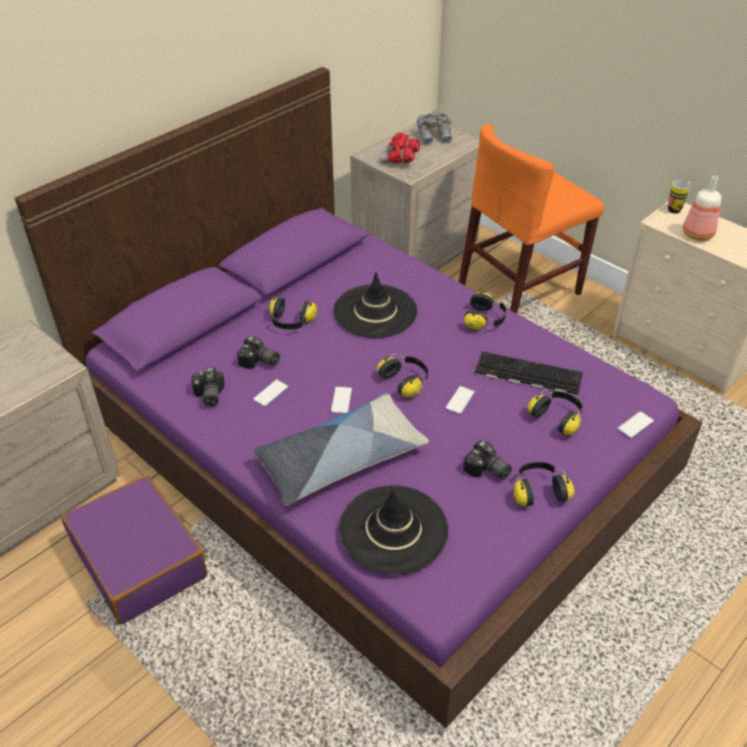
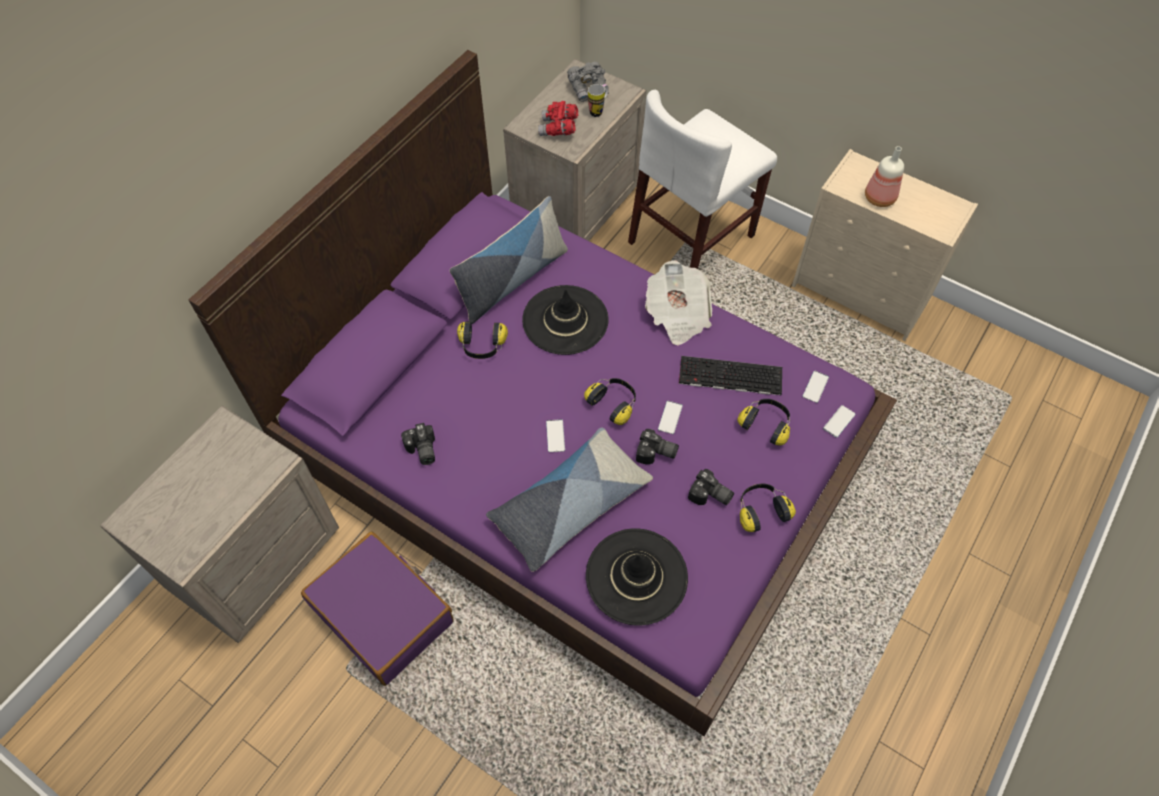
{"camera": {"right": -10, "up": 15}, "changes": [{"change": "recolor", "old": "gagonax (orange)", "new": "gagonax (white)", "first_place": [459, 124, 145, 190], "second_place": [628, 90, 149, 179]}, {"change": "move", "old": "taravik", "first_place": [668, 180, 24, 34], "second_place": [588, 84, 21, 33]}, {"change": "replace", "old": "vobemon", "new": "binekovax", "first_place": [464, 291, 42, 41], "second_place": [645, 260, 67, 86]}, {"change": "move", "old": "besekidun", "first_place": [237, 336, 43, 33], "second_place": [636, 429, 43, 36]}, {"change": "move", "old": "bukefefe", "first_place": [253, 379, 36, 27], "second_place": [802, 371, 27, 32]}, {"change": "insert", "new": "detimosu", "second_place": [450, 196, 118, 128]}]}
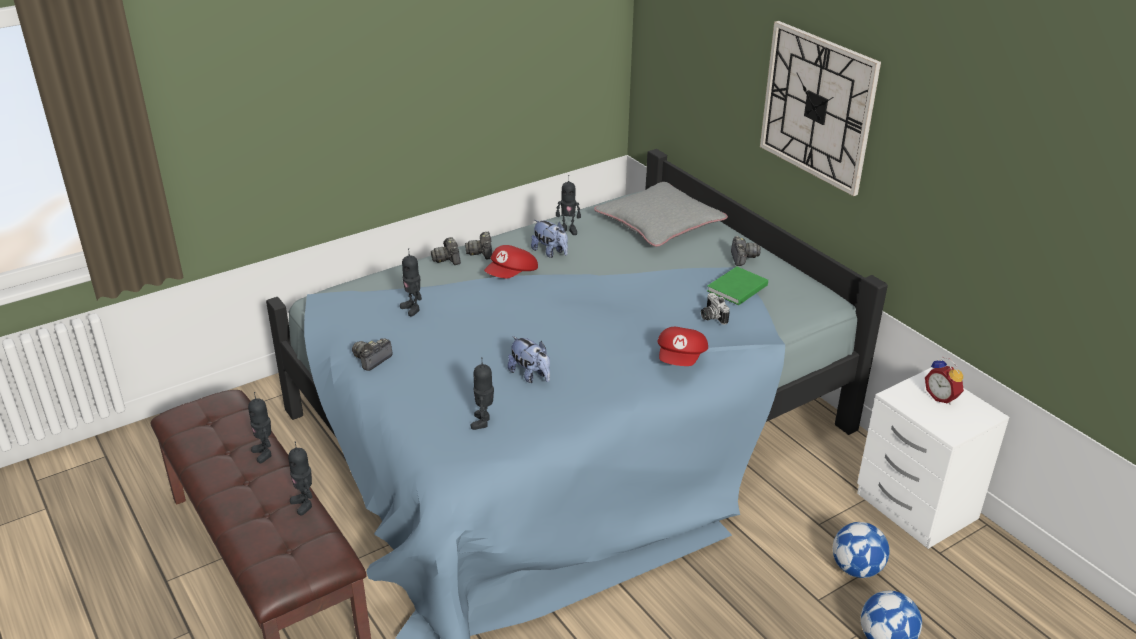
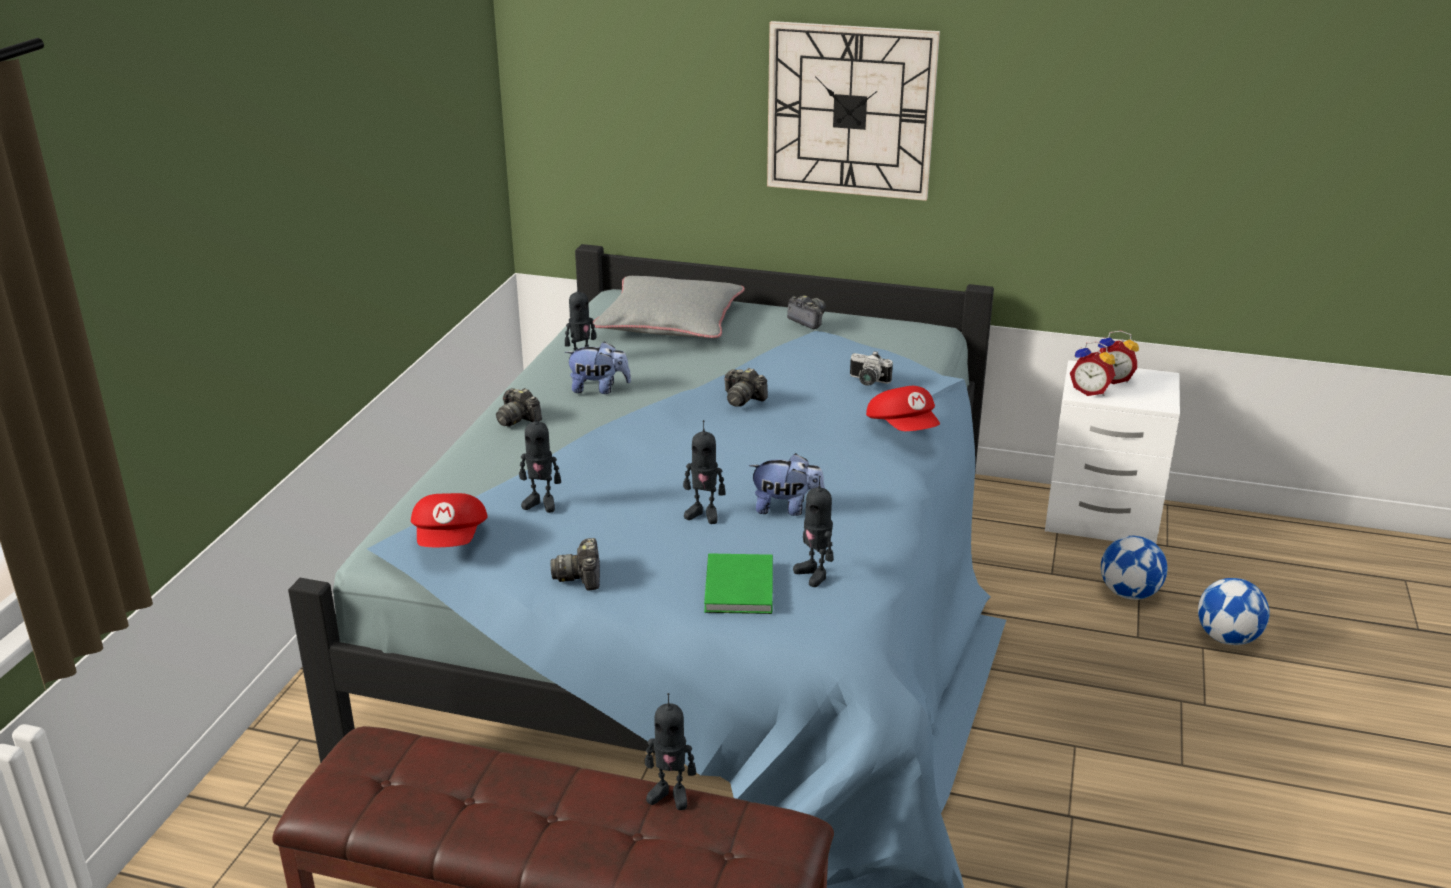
{"camera": {"right": -40, "up": -5}, "changes": [{"change": "move", "old": "besekidun", "first_place": [431, 237, 30, 28], "second_place": [724, 368, 44, 39]}, {"change": "move", "old": "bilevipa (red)", "first_place": [484, 245, 54, 34], "second_place": [411, 493, 77, 54]}, {"change": "move", "old": "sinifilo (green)", "first_place": [707, 266, 61, 39], "second_place": [704, 553, 69, 61]}, {"change": "move", "old": "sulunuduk", "first_place": [248, 392, 24, 71], "second_place": [683, 420, 42, 104]}, {"change": "insert", "new": "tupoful", "second_place": [1070, 342, 45, 54]}]}
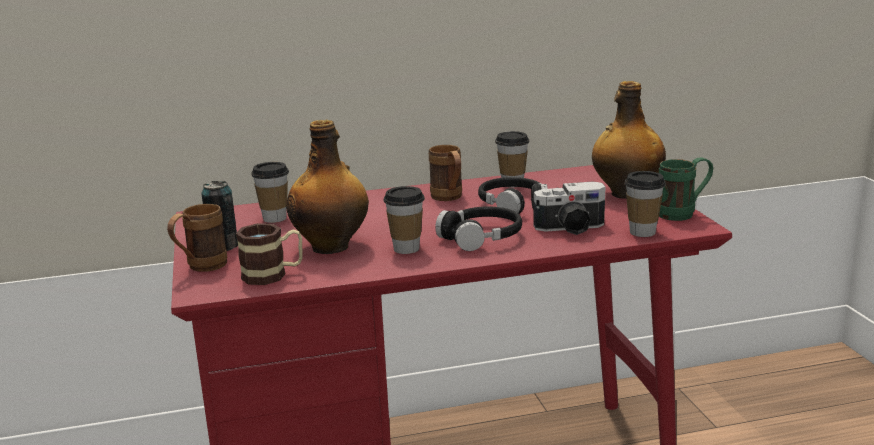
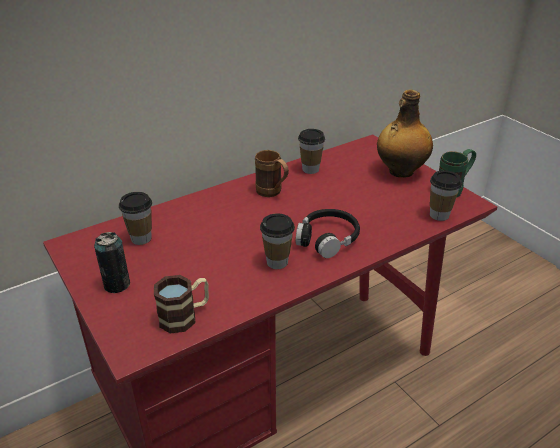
{"camera": {"right": -20, "up": 15}, "changes": [{"change": "delete", "old": "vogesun", "first_place": [286, 120, 83, 134]}, {"change": "delete", "old": "vobemon (black)", "first_place": [478, 177, 70, 37]}, {"change": "delete", "old": "besekidun", "first_place": [533, 182, 72, 53]}, {"change": "delete", "old": "taravik (brown)", "first_place": [167, 204, 60, 68]}]}
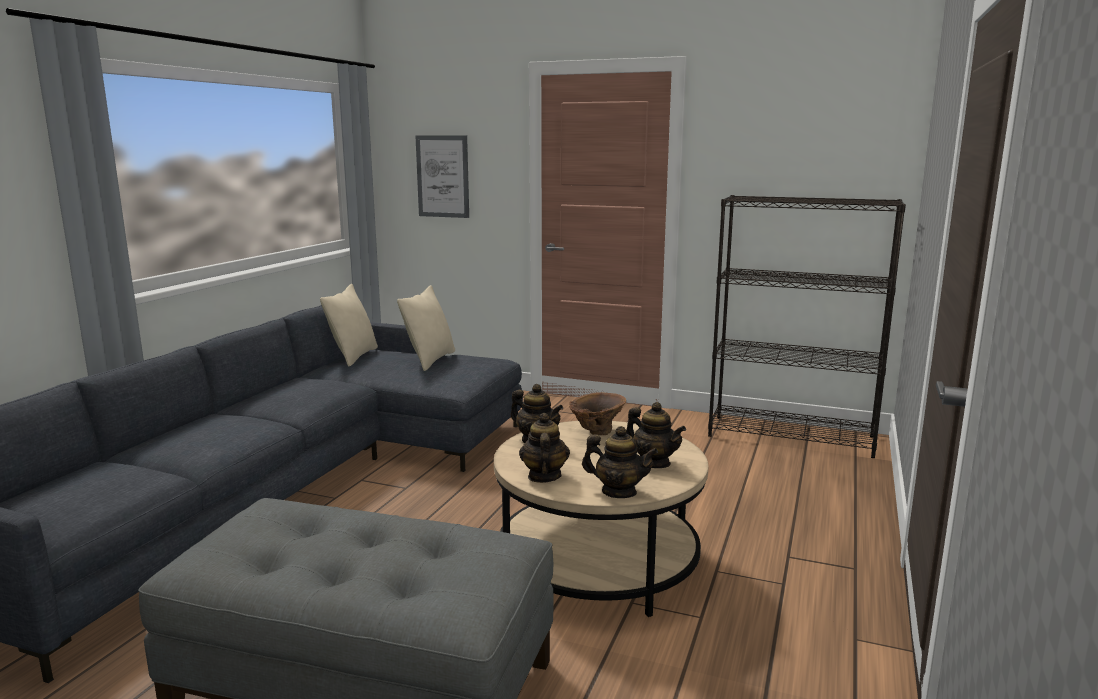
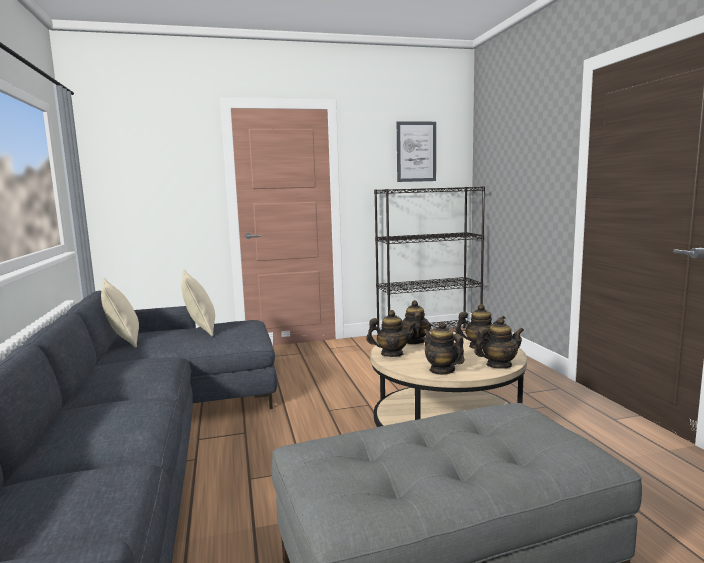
{"camera": {"right": -35, "up": -5}, "changes": [{"change": "move", "old": "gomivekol", "first_place": [415, 135, 54, 83], "second_place": [397, 121, 39, 61]}, {"change": "replace", "old": "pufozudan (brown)", "new": "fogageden", "first_place": [569, 392, 57, 43], "second_place": [402, 300, 29, 44]}]}
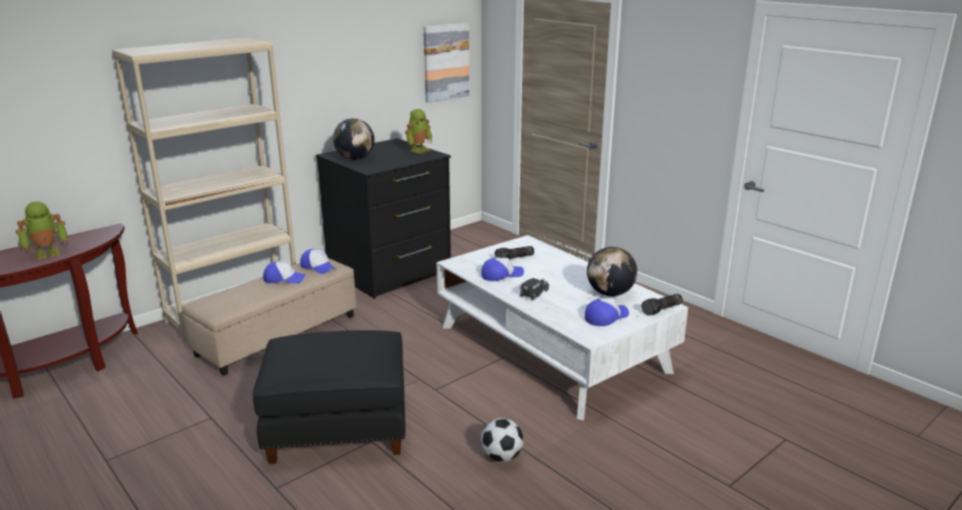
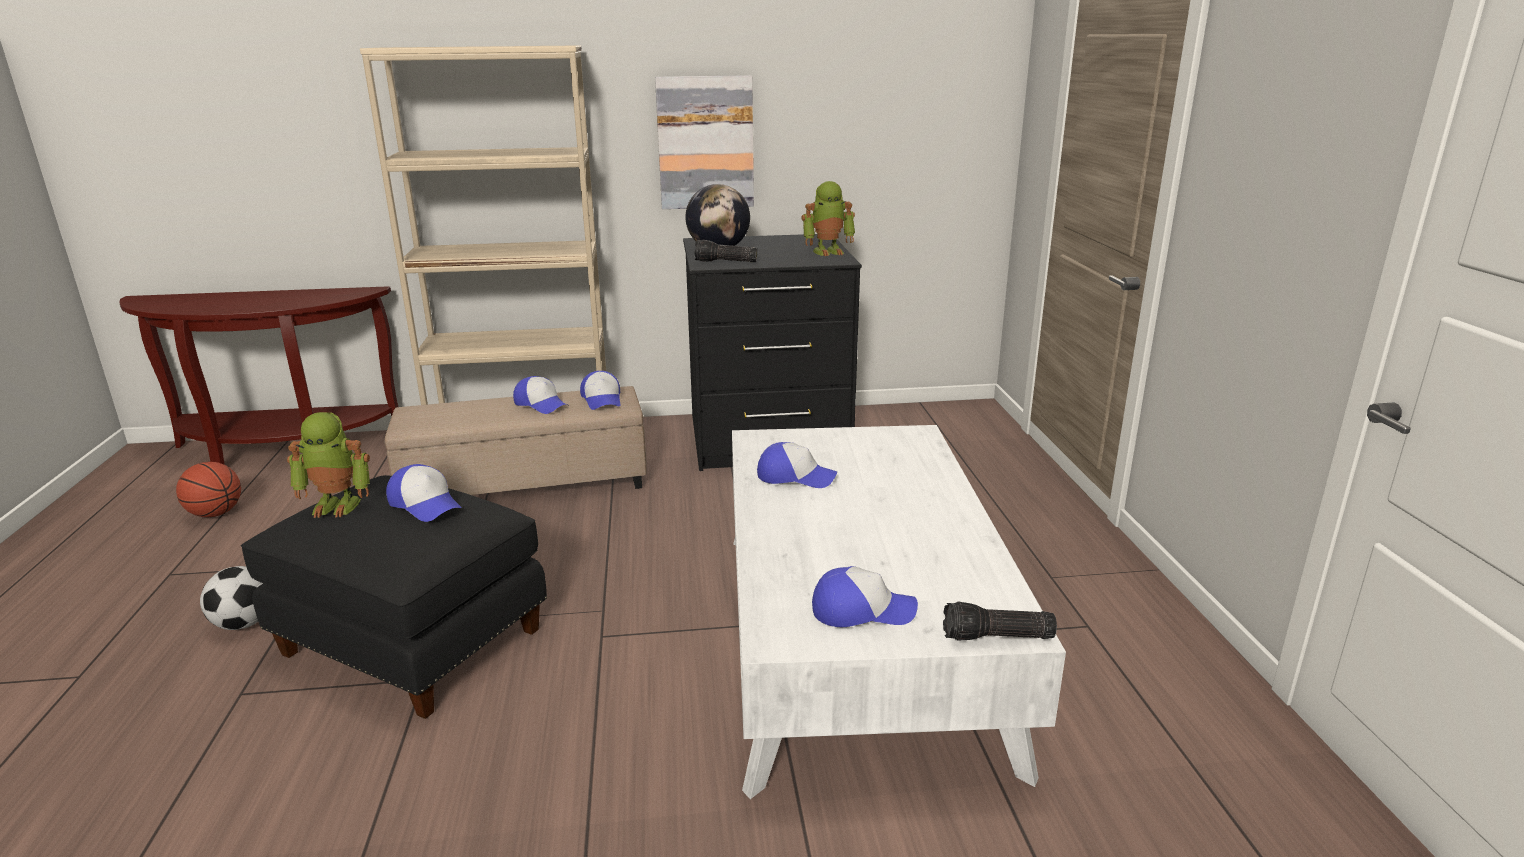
{"camera": {"right": 35, "up": 0}, "changes": [{"change": "move", "old": "gomivekol", "first_place": [423, 23, 47, 80], "second_place": [655, 75, 99, 134]}, {"change": "move", "old": "sulunuduk", "first_place": [16, 201, 52, 59], "second_place": [287, 412, 83, 106]}, {"change": "move", "old": "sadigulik", "first_place": [494, 246, 40, 14], "second_place": [694, 240, 63, 23]}, {"change": "delete", "old": "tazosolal", "first_place": [587, 247, 50, 49]}, {"change": "delete", "old": "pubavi", "first_place": [520, 278, 29, 22]}, {"change": "move", "old": "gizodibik", "first_place": [481, 418, 42, 44], "second_place": [200, 566, 63, 64]}, {"change": "insert", "new": "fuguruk", "second_place": [176, 462, 65, 55]}, {"change": "insert", "new": "bilevipa", "second_place": [386, 464, 76, 58]}]}
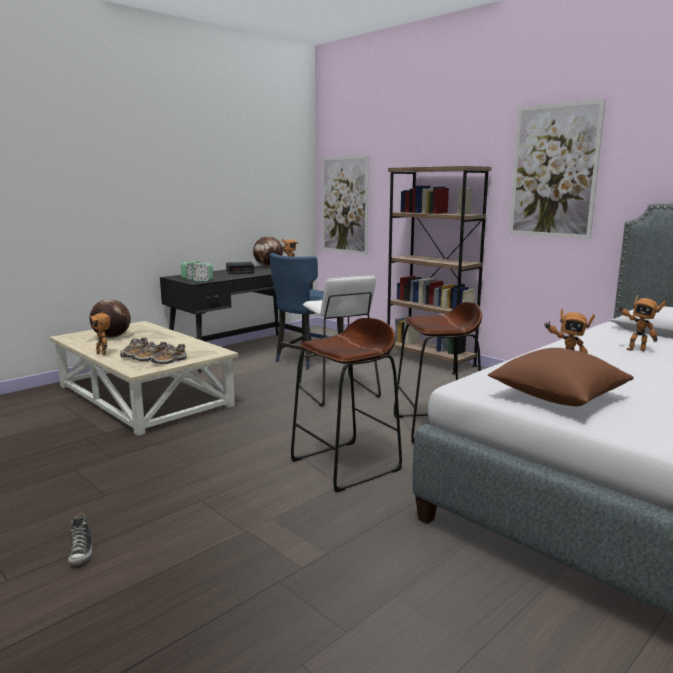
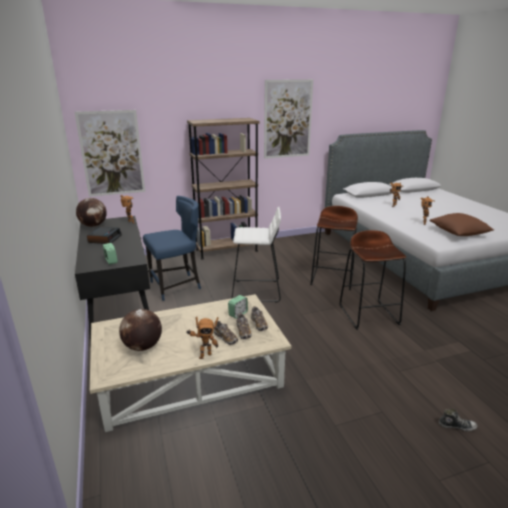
{"camera": {"right": -65, "up": 10}, "changes": [{"change": "rotate", "old": "gagonax (blue)", "first_place": [270, 253, 74, 116], "second_place": [143, 196, 58, 105], "degrees": -90}, {"change": "move", "old": "tupoful", "first_place": [192, 263, 21, 18], "second_place": [228, 295, 20, 24]}]}
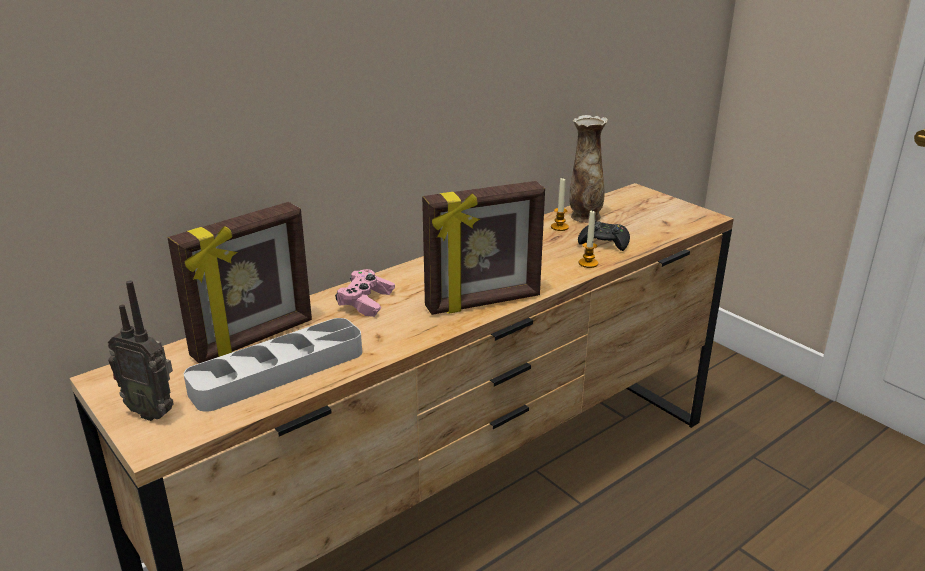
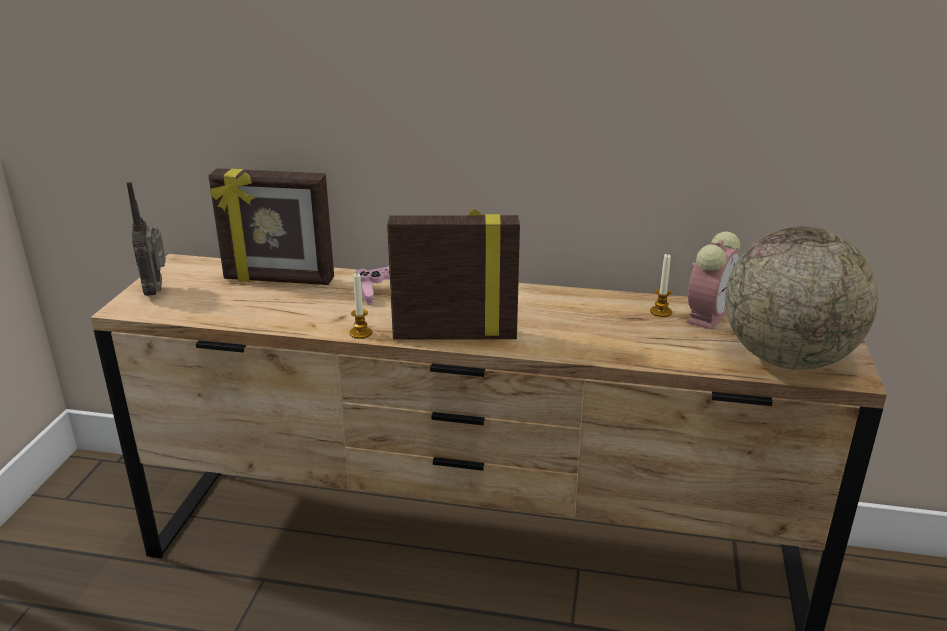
{"camera": {"right": 50, "up": 0}, "changes": [{"change": "replace", "old": "pufozudan", "new": "tupoful", "first_place": [569, 115, 39, 108], "second_place": [686, 231, 54, 99]}, {"change": "rotate", "old": "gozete", "first_place": [422, 181, 123, 134], "second_place": [387, 208, 133, 132], "degrees": 150}, {"change": "move", "old": "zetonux", "first_place": [579, 211, 19, 57], "second_place": [350, 273, 22, 66]}, {"change": "delete", "old": "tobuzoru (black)", "first_place": [578, 220, 52, 31]}, {"change": "delete", "old": "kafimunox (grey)", "first_place": [184, 318, 178, 94]}, {"change": "insert", "new": "tazosolal", "second_place": [725, 227, 153, 143]}]}
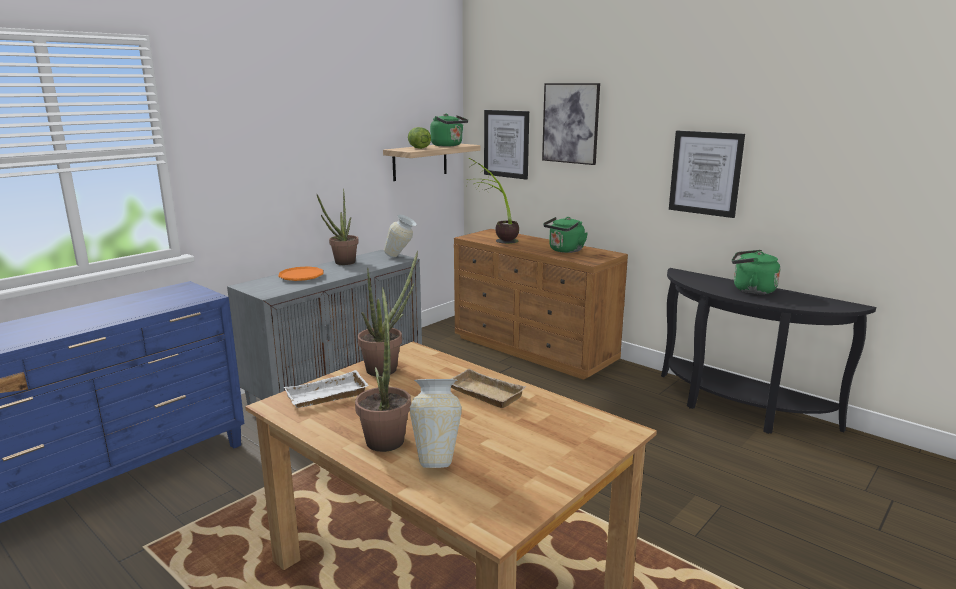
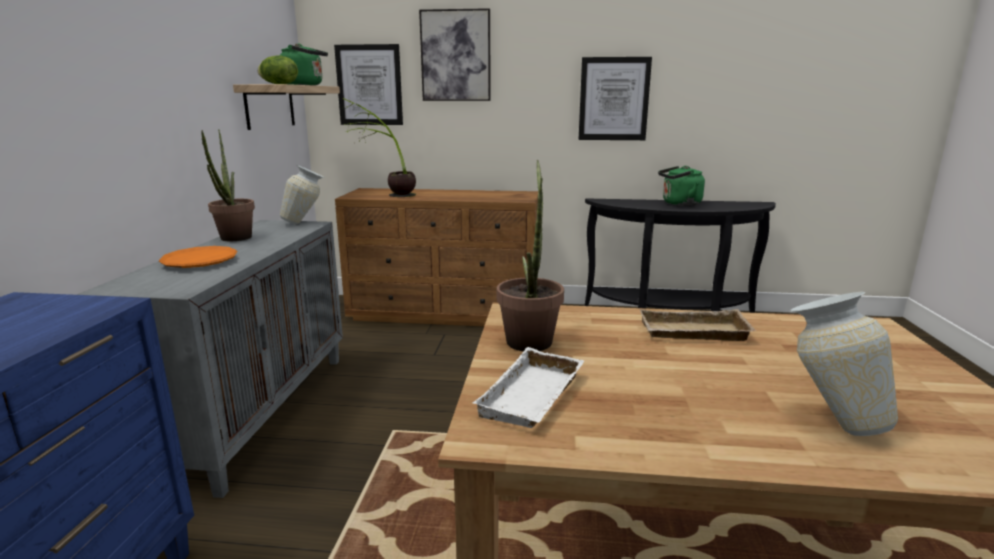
{"camera": {"right": -35, "up": 0}, "changes": [{"change": "delete", "old": "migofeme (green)", "first_place": [543, 217, 45, 36]}, {"change": "delete", "old": "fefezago", "first_place": [355, 287, 56, 165]}]}
